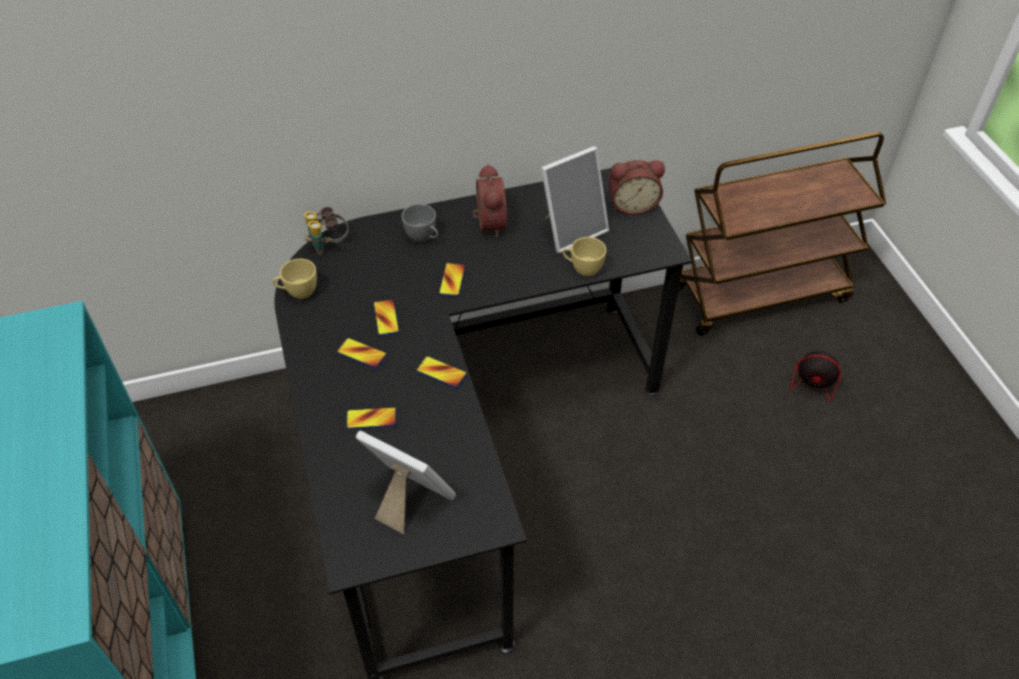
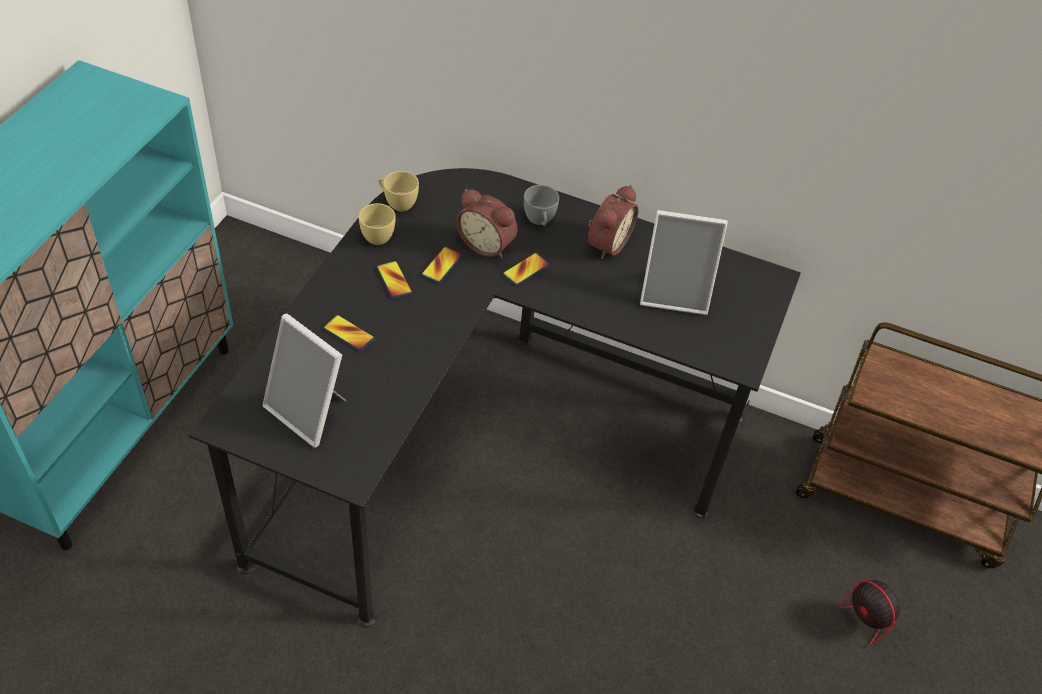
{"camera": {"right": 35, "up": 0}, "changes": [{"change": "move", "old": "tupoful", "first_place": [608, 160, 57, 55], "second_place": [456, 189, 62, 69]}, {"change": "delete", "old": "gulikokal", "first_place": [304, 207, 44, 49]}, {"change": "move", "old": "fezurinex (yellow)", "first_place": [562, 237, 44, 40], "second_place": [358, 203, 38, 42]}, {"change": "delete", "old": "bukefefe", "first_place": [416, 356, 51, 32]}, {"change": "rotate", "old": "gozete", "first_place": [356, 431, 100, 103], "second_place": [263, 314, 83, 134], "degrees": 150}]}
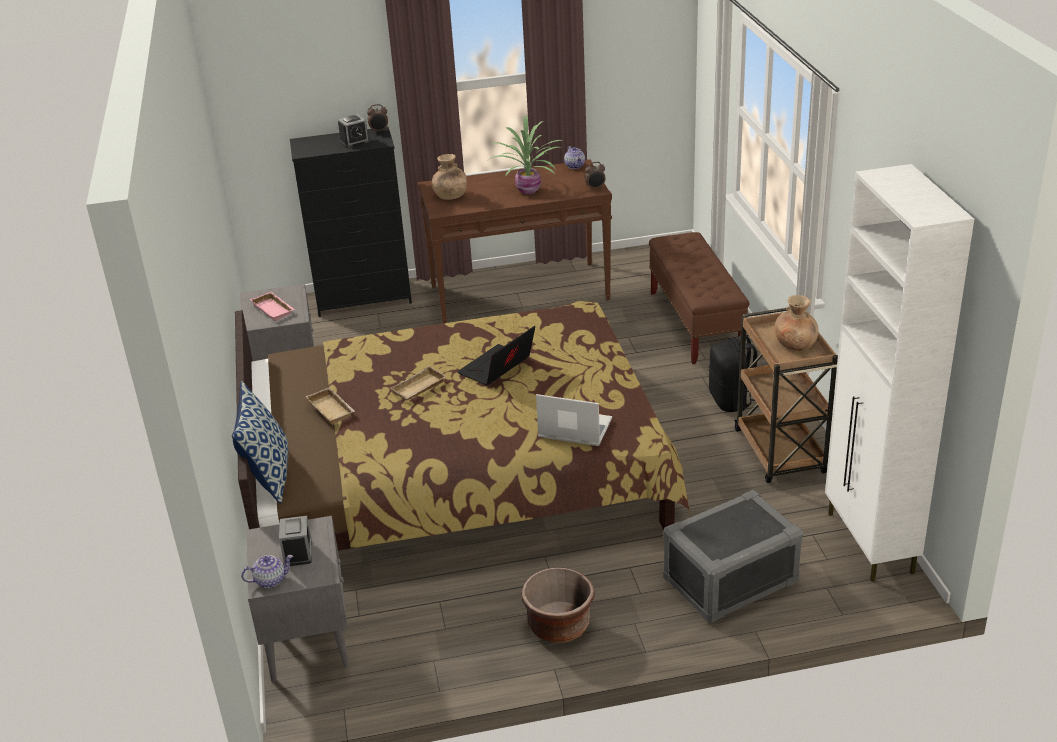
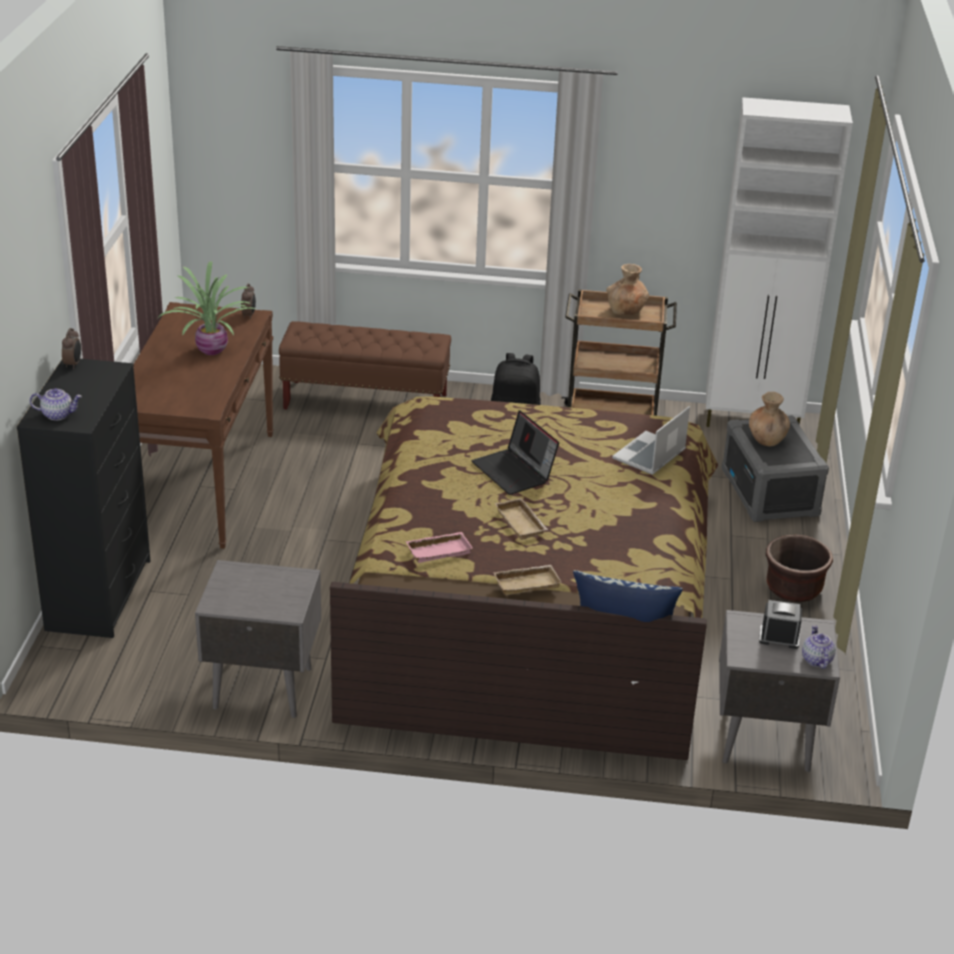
{"camera": {"right": -75, "up": 0}, "changes": [{"change": "delete", "old": "tupoful", "first_place": [338, 115, 32, 33]}, {"change": "move", "old": "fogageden", "first_place": [564, 146, 21, 23], "second_place": [30, 388, 52, 32]}, {"change": "move", "old": "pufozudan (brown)", "first_place": [432, 154, 35, 46], "second_place": [749, 392, 41, 55]}, {"change": "move", "old": "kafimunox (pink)", "first_place": [250, 292, 45, 29], "second_place": [406, 532, 67, 31]}]}
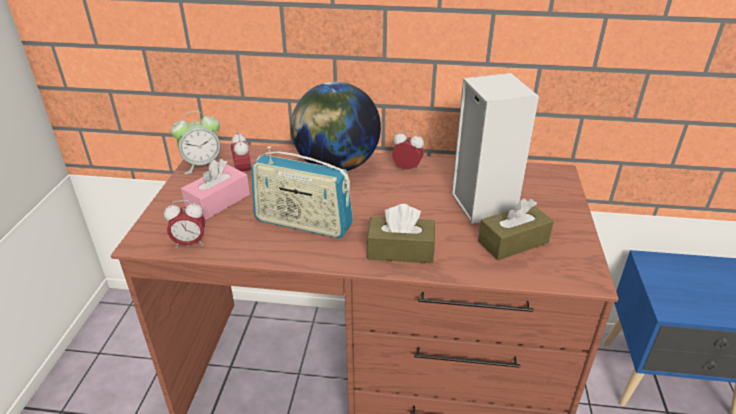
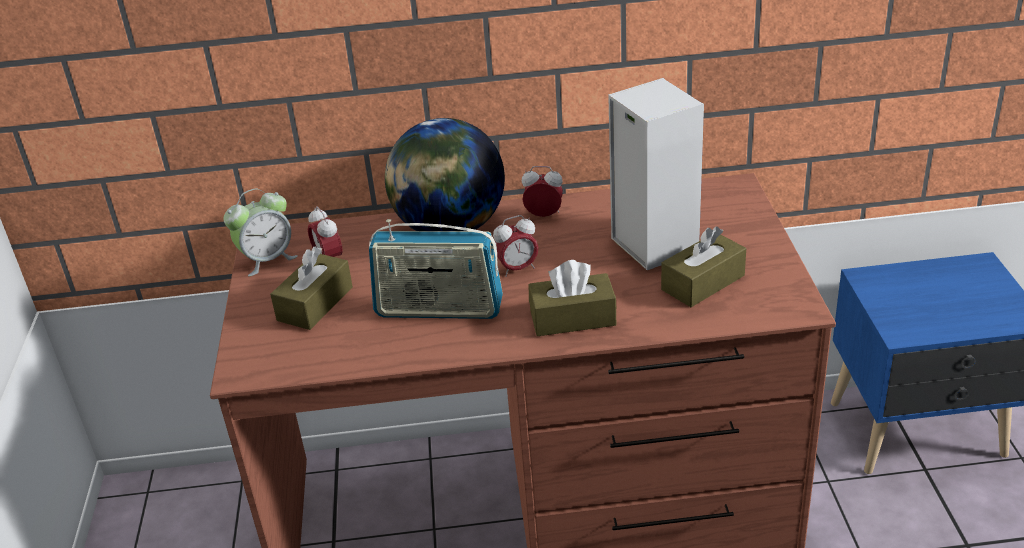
{"camera": {"right": -10, "up": 0}, "changes": [{"change": "recolor", "old": "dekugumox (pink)", "new": "dekugumox (brown)", "first_place": [181, 159, 69, 61], "second_place": [270, 247, 83, 83]}, {"change": "move", "old": "tupoful", "first_place": [164, 200, 41, 49], "second_place": [493, 215, 46, 62]}]}
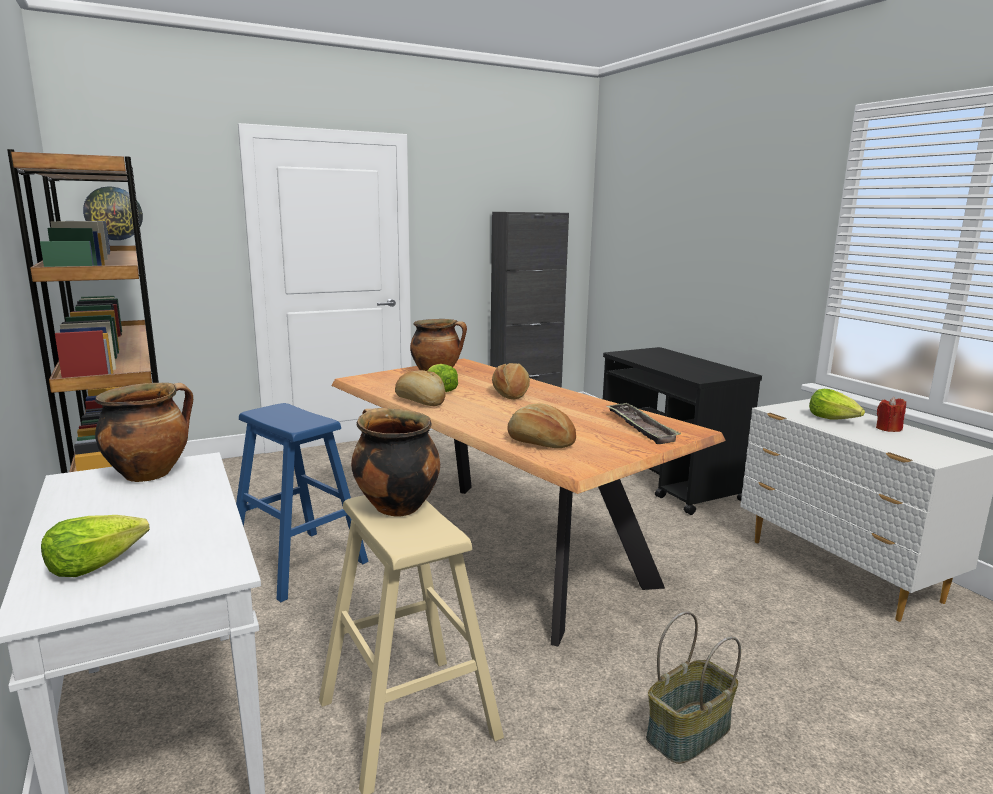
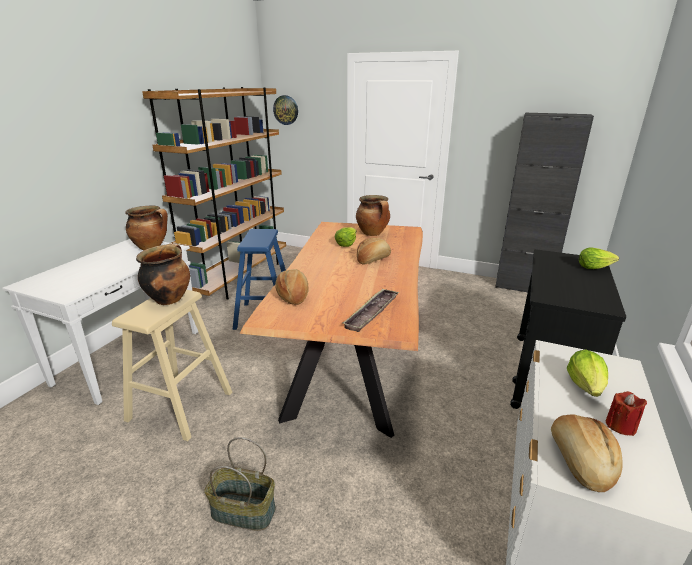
{"camera": {"right": 50, "up": 10}, "changes": [{"change": "move", "old": "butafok", "first_place": [395, 370, 51, 36], "second_place": [551, 414, 72, 78]}, {"change": "move", "old": "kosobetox", "first_place": [41, 515, 108, 62], "second_place": [579, 248, 40, 21]}]}
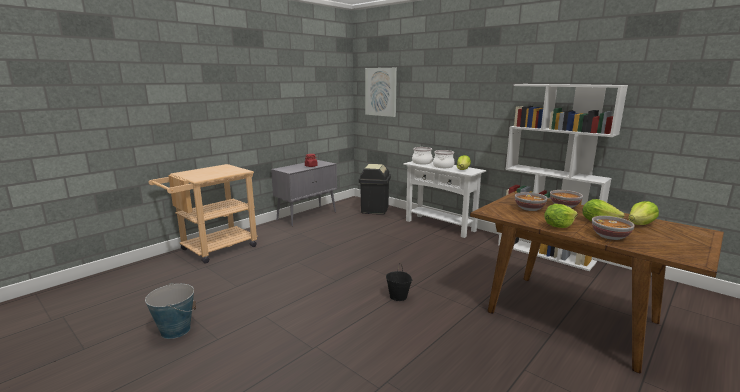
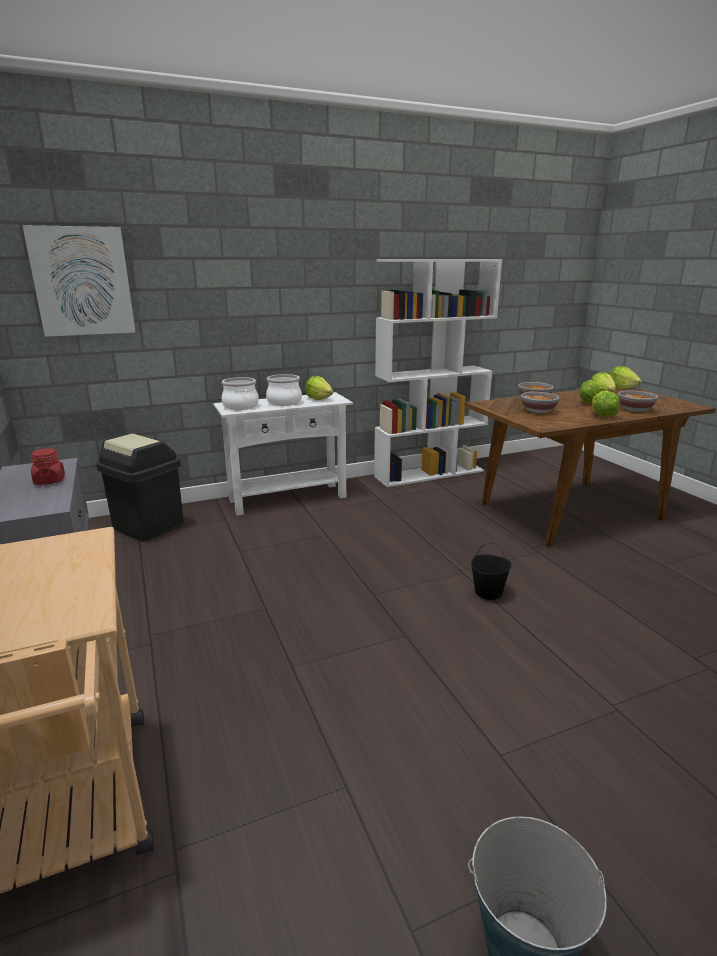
{"camera": {"right": -65, "up": 5}, "changes": [{"change": "insert", "new": "kosobetox", "second_place": [609, 366, 33, 23]}]}
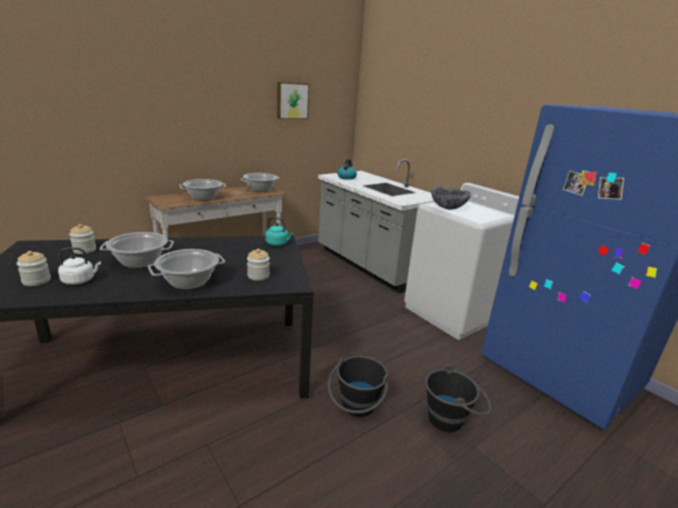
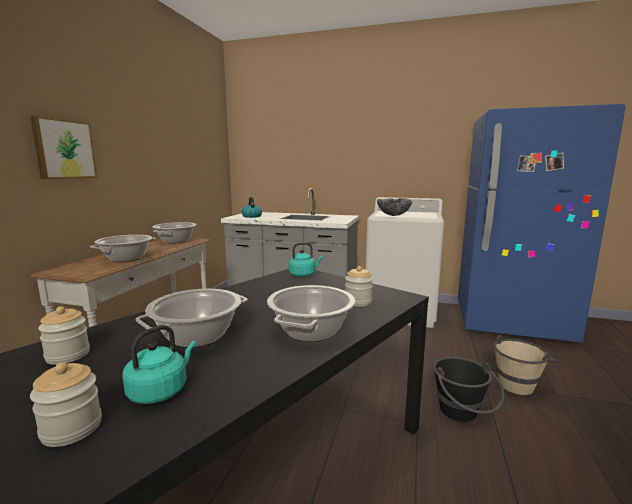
{"camera": {"right": -35, "up": -10}, "changes": [{"change": "move", "old": "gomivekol", "first_place": [277, 82, 33, 37], "second_place": [30, 116, 67, 63]}, {"change": "recolor", "old": "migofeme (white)", "new": "migofeme (turquoise)", "first_place": [58, 247, 43, 38], "second_place": [122, 325, 74, 79]}, {"change": "recolor", "old": "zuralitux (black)", "new": "zuralitux (beige)", "first_place": [425, 364, 67, 68], "second_place": [494, 335, 64, 60]}]}
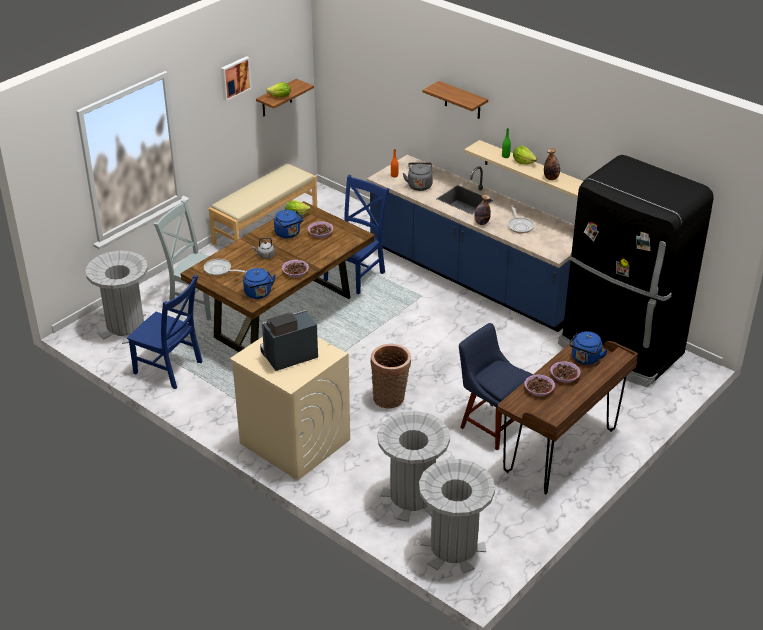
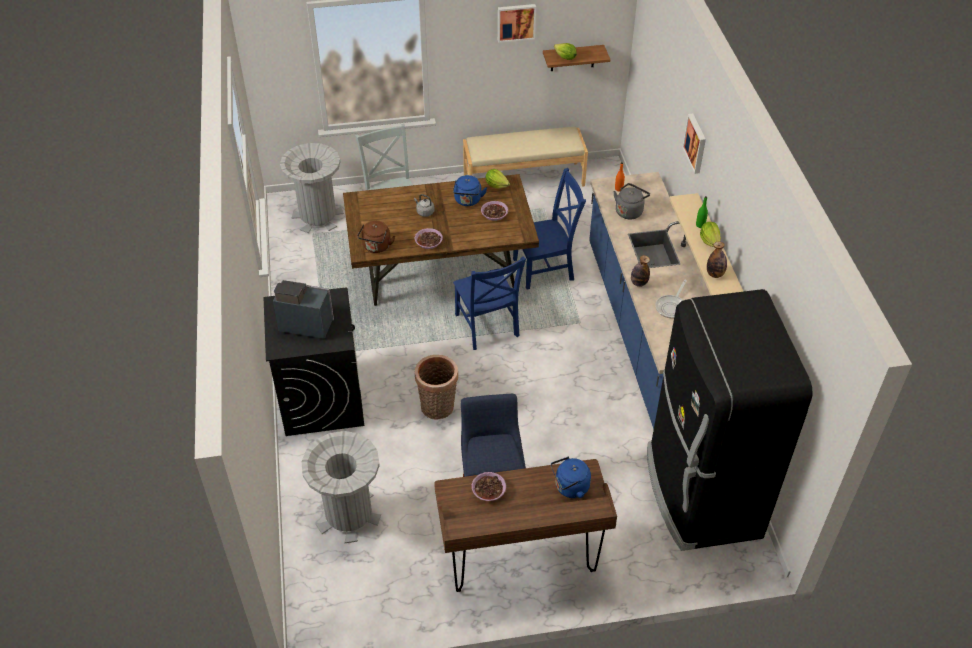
{"camera": {"right": 40, "up": 10}, "changes": [{"change": "replace", "old": "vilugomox", "new": "gomivekol", "first_place": [423, 81, 65, 38], "second_place": [682, 113, 24, 61]}, {"change": "delete", "old": "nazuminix", "first_place": [204, 259, 43, 17]}, {"change": "recolor", "old": "migofeme (blue)", "new": "migofeme (brown)", "first_place": [243, 268, 33, 31], "second_place": [357, 221, 38, 32]}, {"change": "move", "old": "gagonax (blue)", "first_place": [127, 275, 76, 114], "second_place": [453, 256, 73, 94]}, {"change": "recolor", "old": "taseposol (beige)", "new": "taseposol (black)", "first_place": [230, 337, 120, 143], "second_place": [263, 287, 101, 149]}, {"change": "delete", "old": "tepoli", "first_place": [550, 362, 31, 21]}, {"change": "delete", "old": "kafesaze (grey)", "first_place": [419, 459, 76, 114]}]}
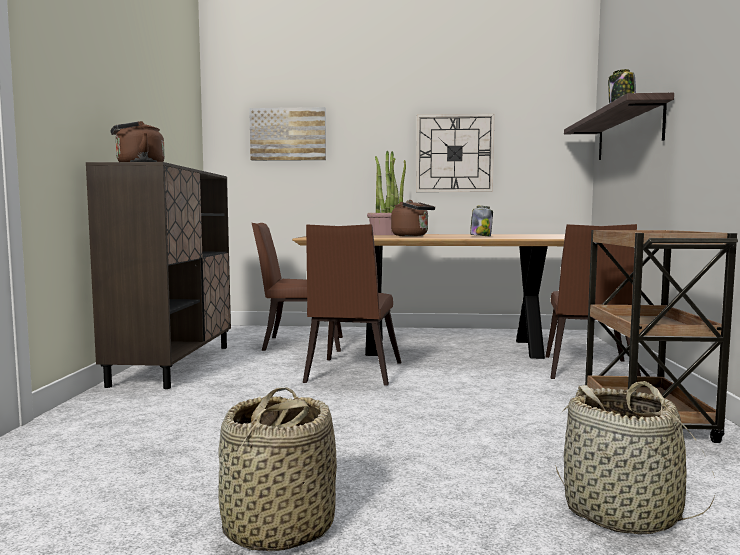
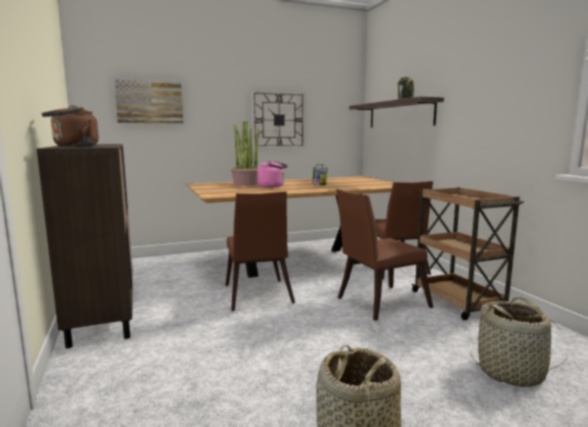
{"camera": {"right": -25, "up": 5}, "changes": [{"change": "recolor", "old": "migofeme (brown)", "new": "migofeme (pink)", "first_place": [391, 200, 44, 36], "second_place": [257, 160, 31, 28]}, {"change": "move", "old": "gagonax (brown)", "first_place": [252, 223, 91, 129], "second_place": [336, 189, 97, 132]}]}
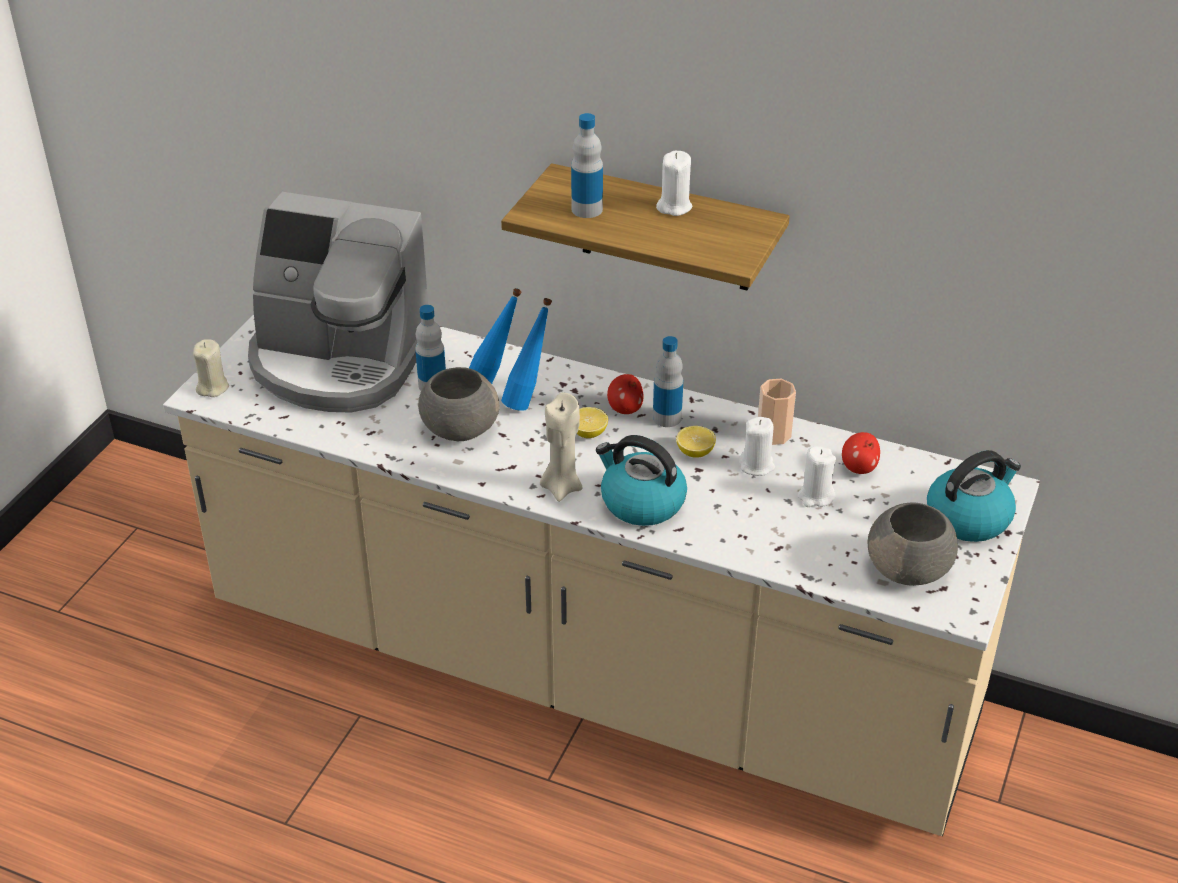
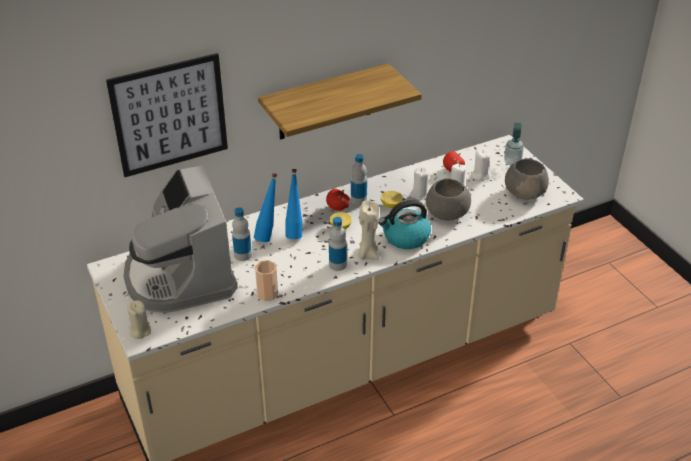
{"camera": {"right": -50, "up": 0}, "changes": [{"change": "move", "old": "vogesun", "first_place": [571, 113, 32, 105], "second_place": [329, 217, 18, 54]}, {"change": "move", "old": "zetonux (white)", "first_place": [656, 151, 37, 65], "second_place": [471, 148, 19, 33]}, {"change": "rotate", "old": "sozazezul", "first_place": [248, 192, 180, 221], "second_place": [124, 165, 113, 148], "degrees": 105}, {"change": "move", "old": "tepoli (grey)", "first_place": [418, 367, 82, 74], "second_place": [426, 179, 45, 42]}, {"change": "move", "old": "fezurinex", "first_place": [758, 379, 38, 66], "second_place": [255, 260, 23, 41]}, {"change": "replace", "old": "migofeme", "new": "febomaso", "first_place": [927, 450, 94, 92], "second_place": [504, 123, 20, 42]}, {"change": "insert", "new": "gomivekol", "second_place": [106, 53, 122, 124]}]}
